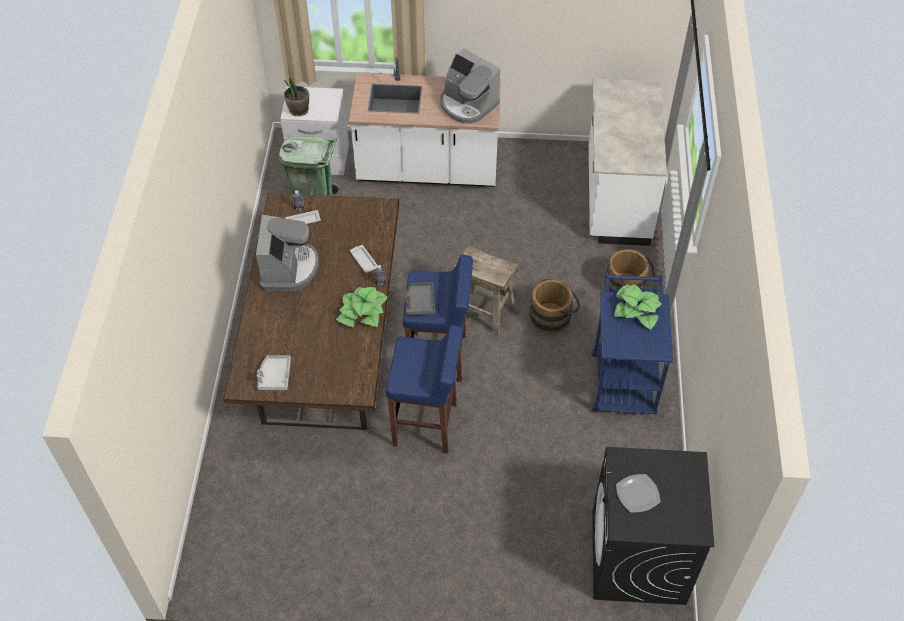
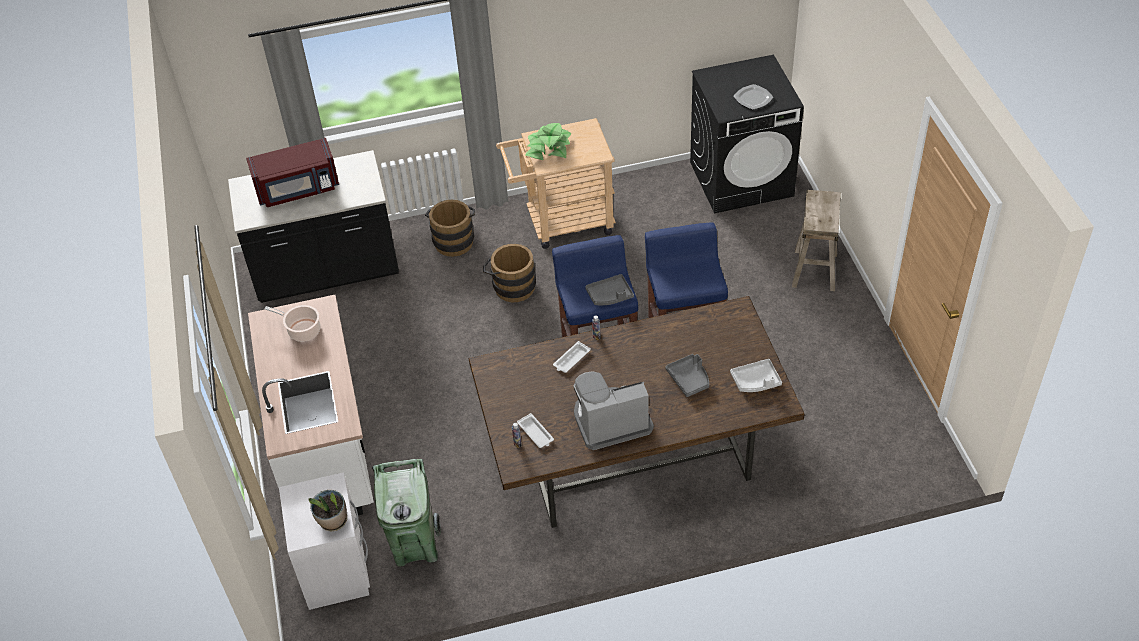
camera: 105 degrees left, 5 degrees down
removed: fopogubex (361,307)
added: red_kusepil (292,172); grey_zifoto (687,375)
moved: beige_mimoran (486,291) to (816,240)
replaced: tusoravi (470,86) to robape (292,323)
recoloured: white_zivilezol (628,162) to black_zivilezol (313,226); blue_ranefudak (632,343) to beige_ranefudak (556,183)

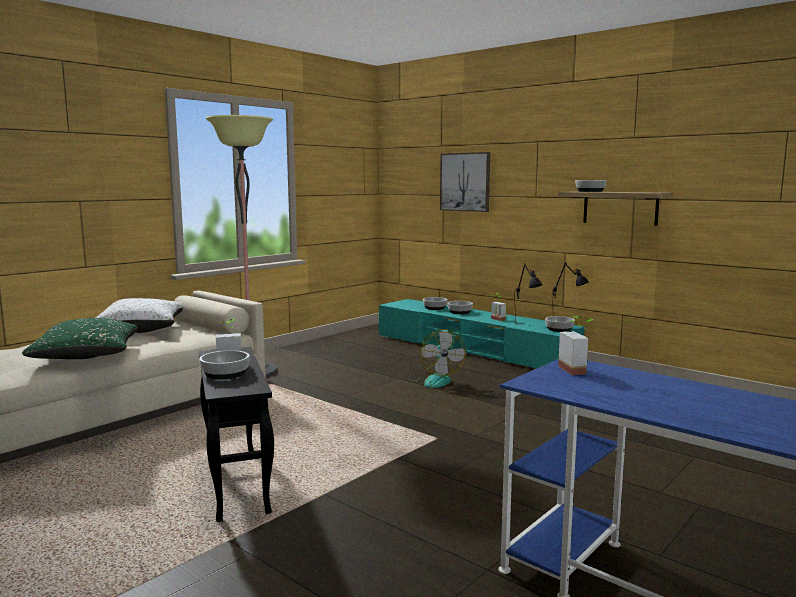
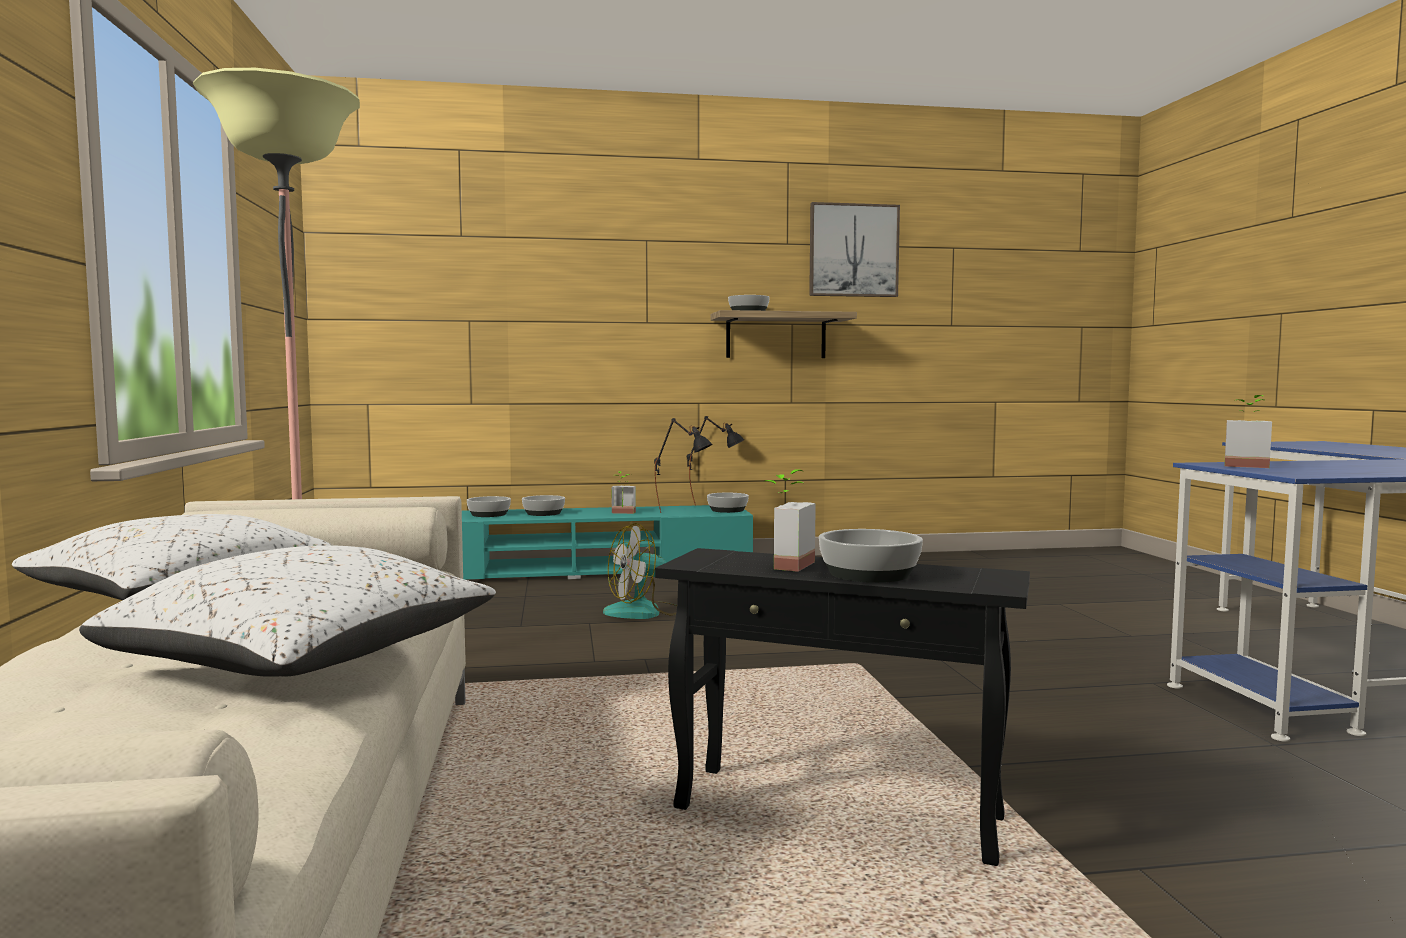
camera: 50 degrees left, 5 degrees down
moved: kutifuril (465,182) to (854,249)
recoloured: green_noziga (80,338) to white_noziga (287,611)
turned: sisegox (437,358) = (640,571) 120 degrees clockwise

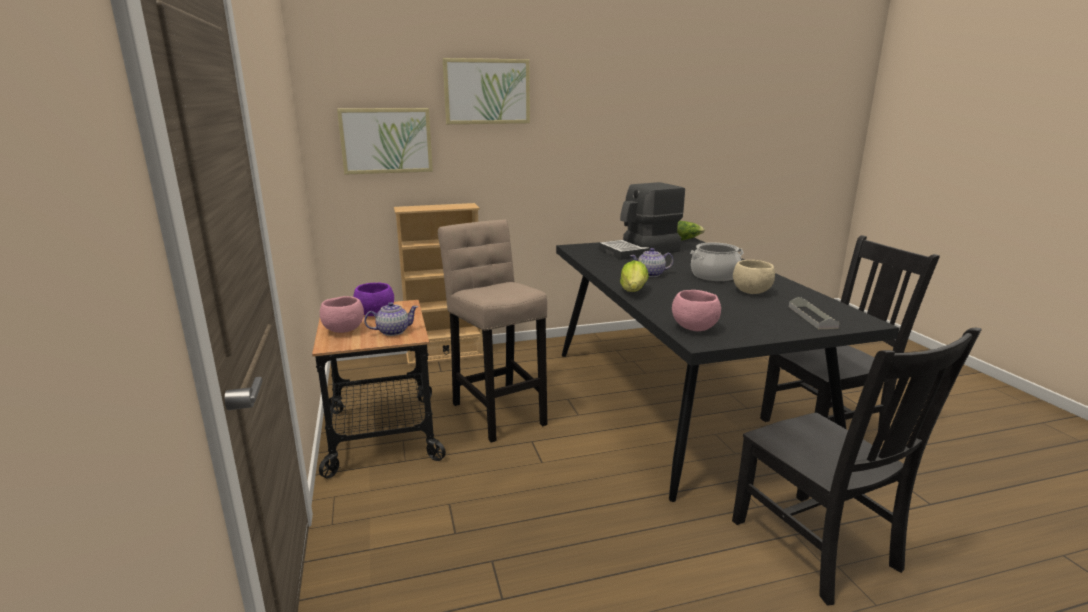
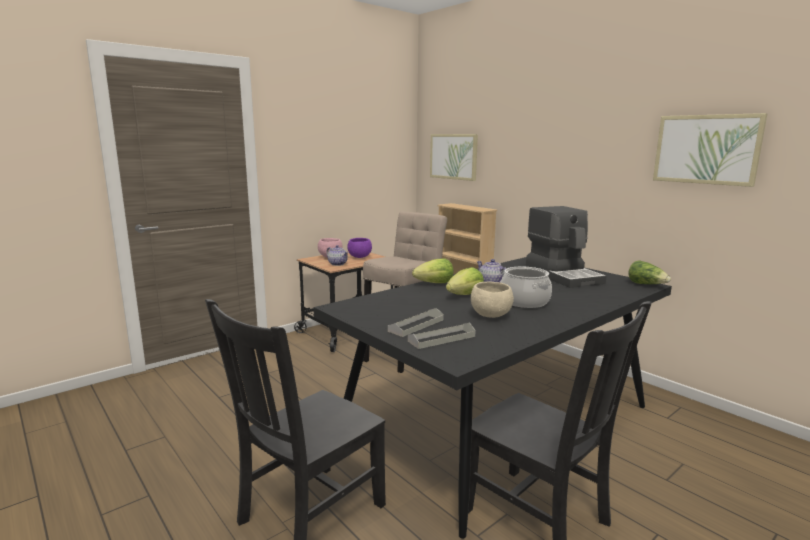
camera: 65 degrees right, 5 degrees down
removed: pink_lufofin (696,310)
added: grey_zifoto (416,322); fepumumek (465,281)
moved: kutifuril (486,91) to (710,150)
turned: tusoravi (642,221) = (566,247) 150 degrees counterclockwise

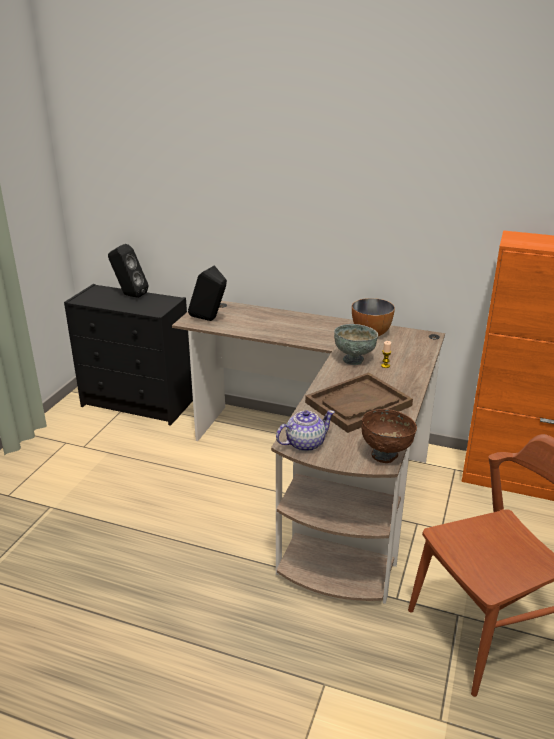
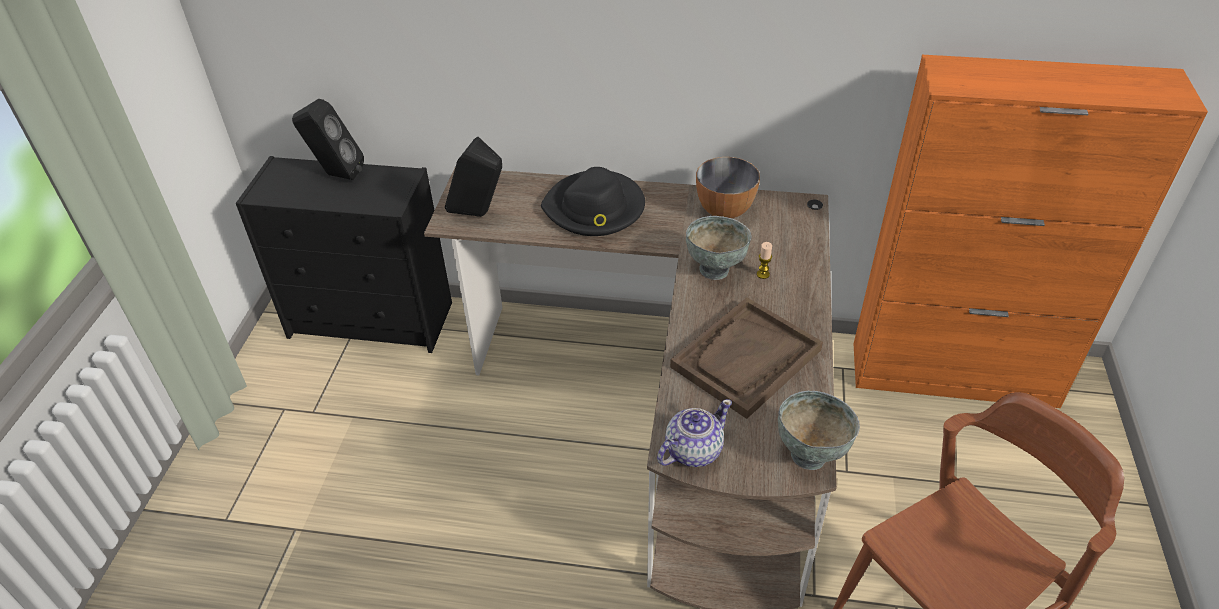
camera: 10 degrees left, 15 degrees up
added: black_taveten (593,201)
recoloured: brown_lufofin (389,436) to grey_lufofin (819,430)

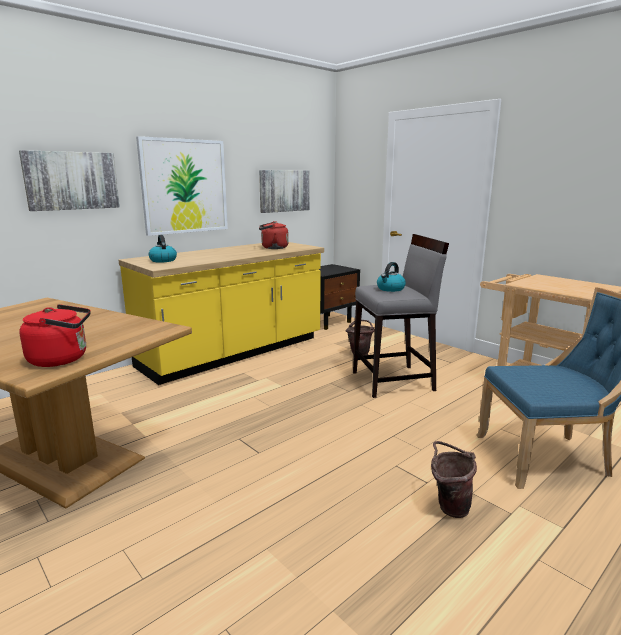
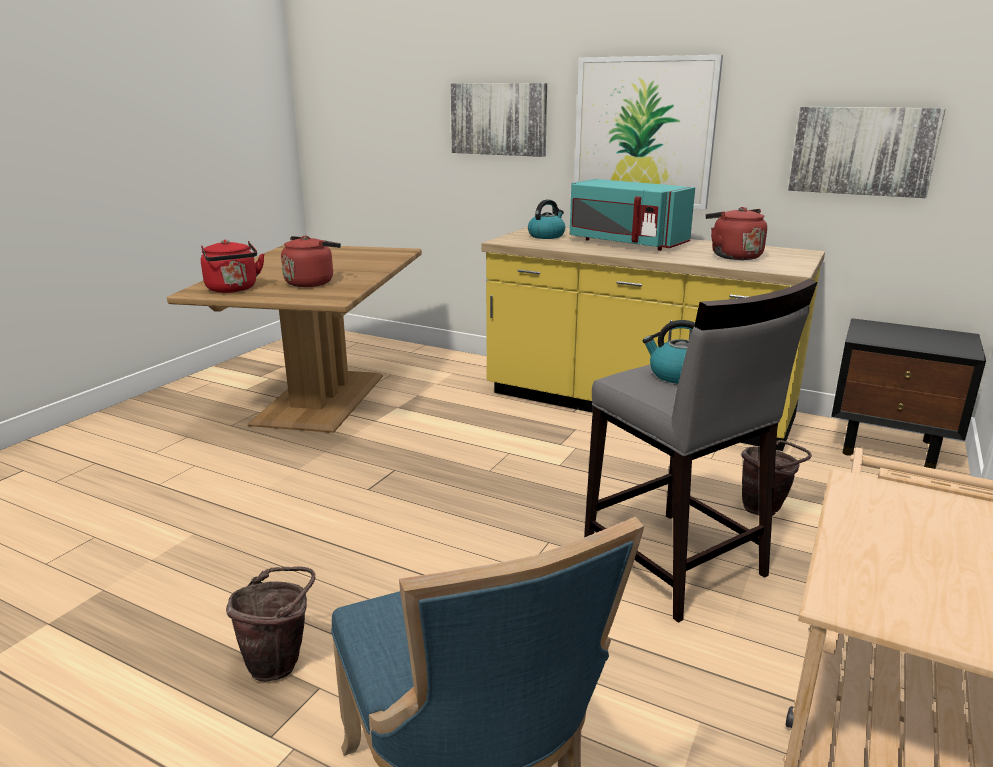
camera: 70 degrees right, 5 degrees up
added: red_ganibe (311,261); turquoise_kusepil (632,215)

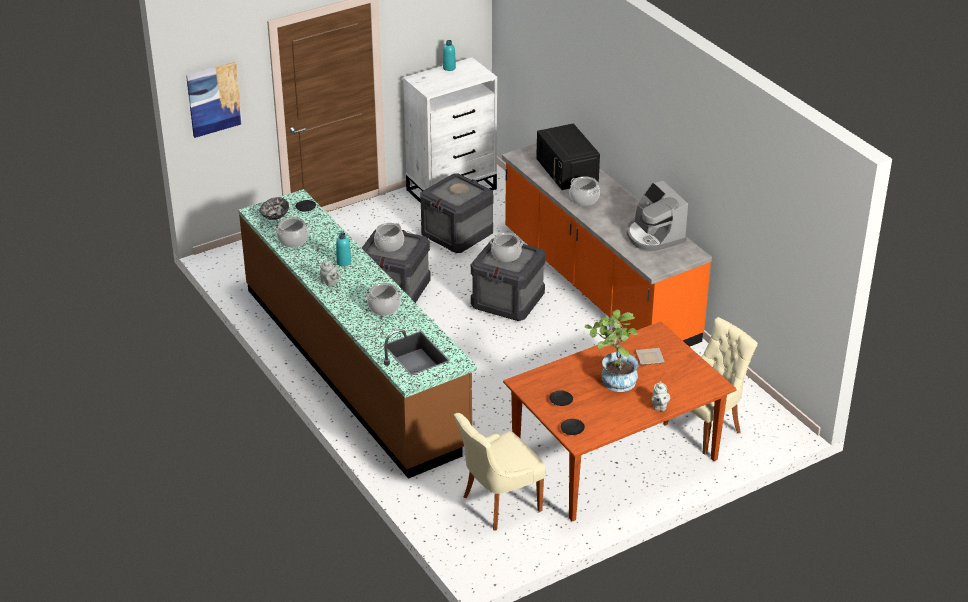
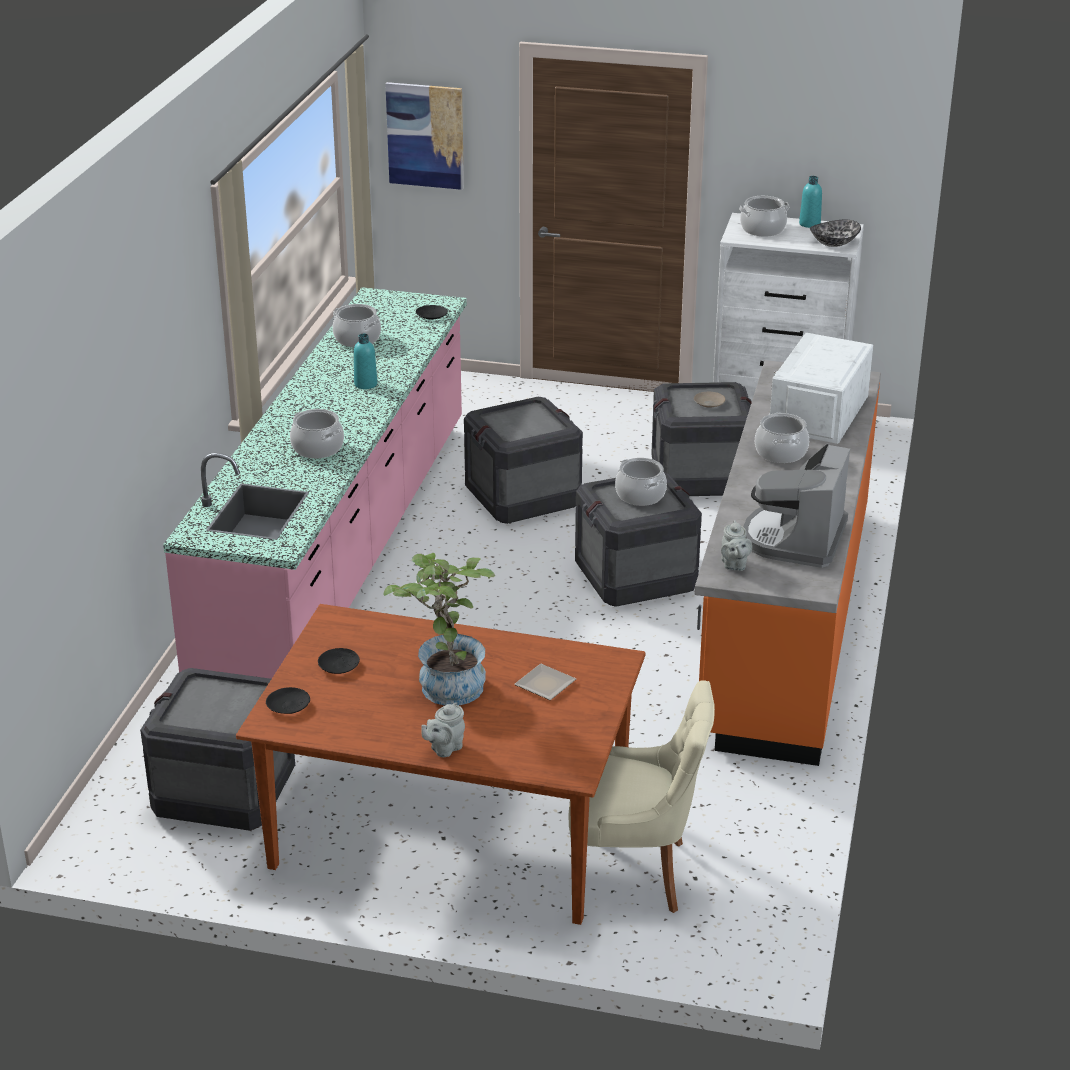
camera: 45 degrees right, 5 degrees down
moved: lufofin (274,208) to (835,233); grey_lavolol (330,273) to (736,545); robape (389,237) to (764,216)
replaced: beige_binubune (500,472) to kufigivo (217,749)
recoloured: brown_zivilezol (357,334) to pink_zivilezol (315,483); black_kusepil (568,157) to white_kusepil (821,388)

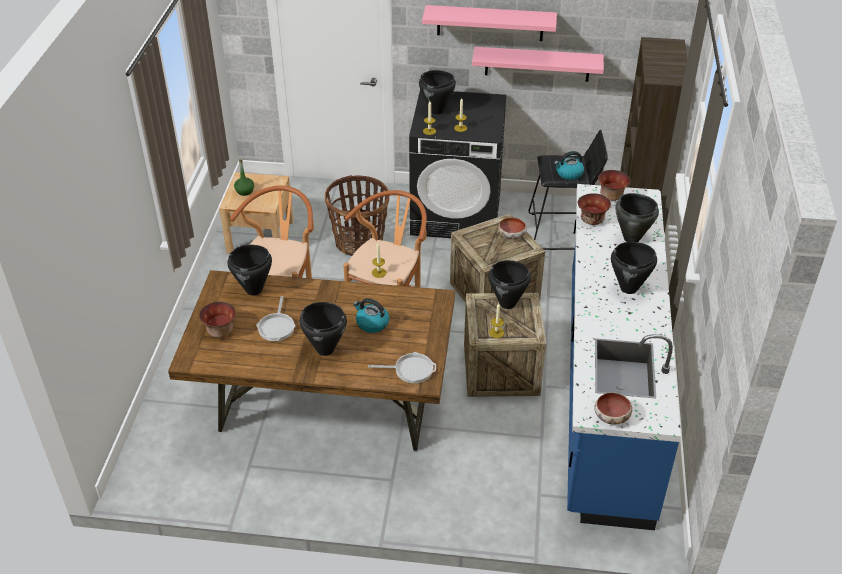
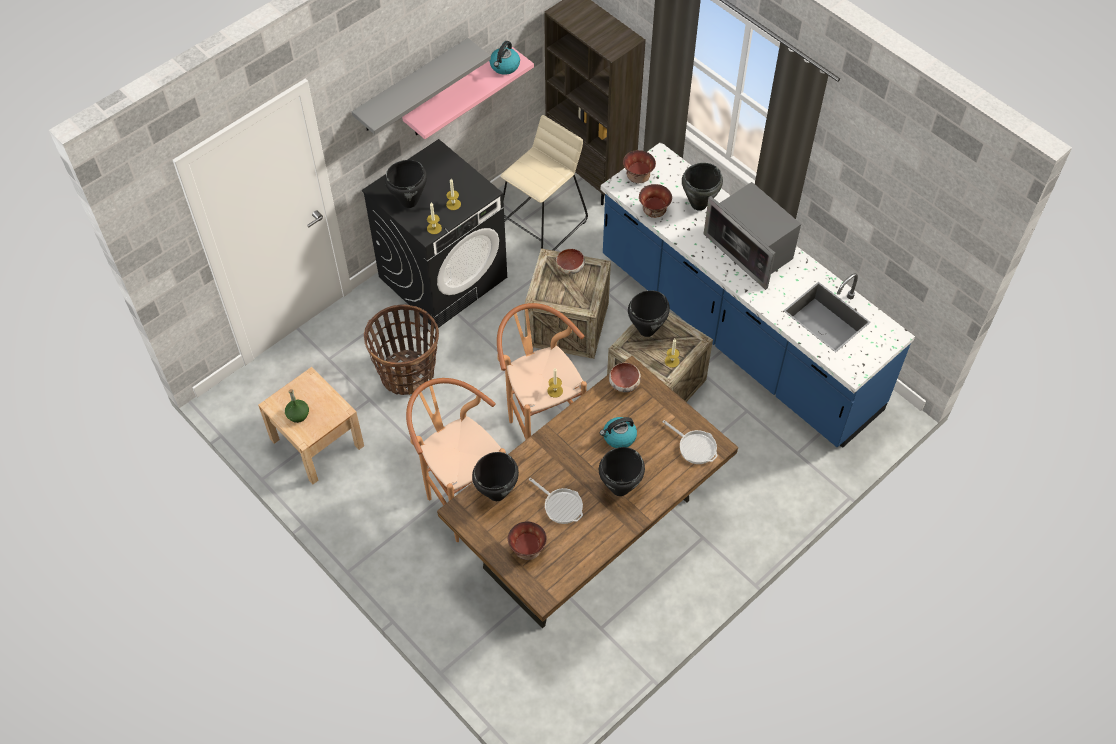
camera: 50 degrees left, 15 degrees up
moved: ganibe (569,165) to (504,58); lufofin (613,408) to (625,378)
replaced: black_robape (634,268) to kusepil (752,236)
recoloured: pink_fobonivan (489,23) to grey_fobonivan (421,86); black_mimoran (568,190) to beige_mimoran (544,183)
turned: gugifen (402,367) = (690,442) 90 degrees clockwise

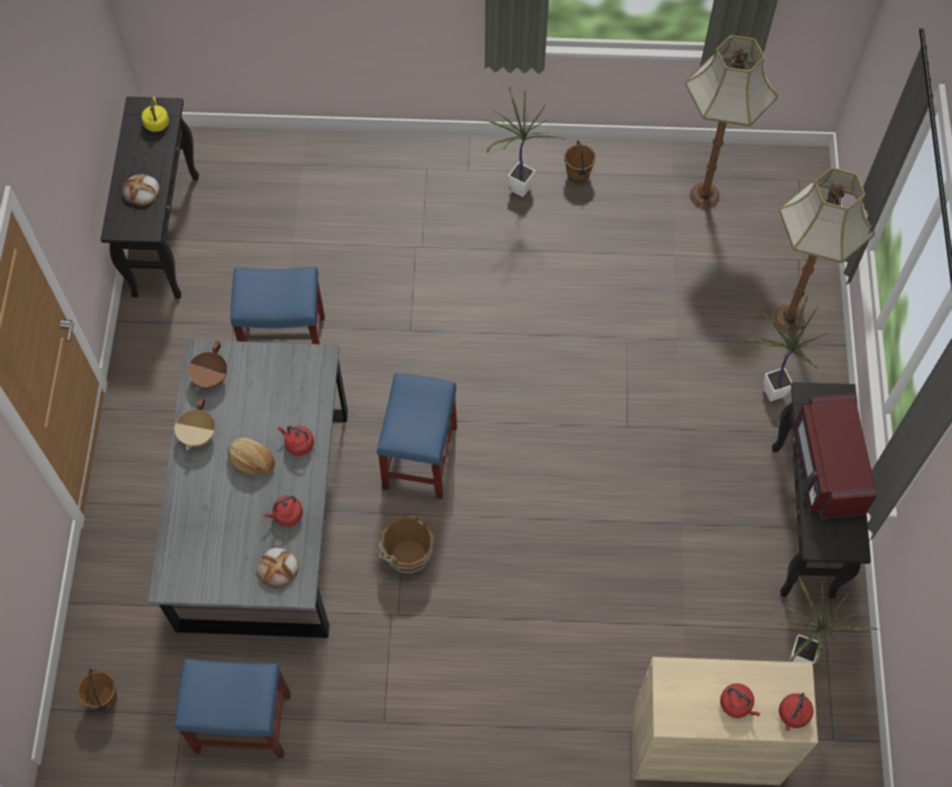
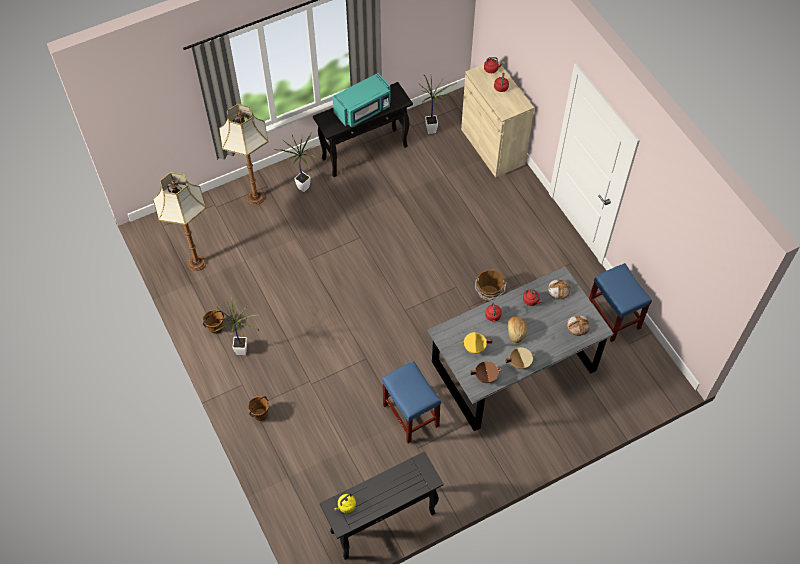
camera: 120 degrees left, 5 degrees down
removed: blue_mimoran (417,436)
added: yellow_robape (476,343)
moved: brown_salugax (97,690) to (258,408); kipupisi (140,190) to (578,325)
recoloured: red_kusepil (835,456) to turquoise_kusepil (361,100)

